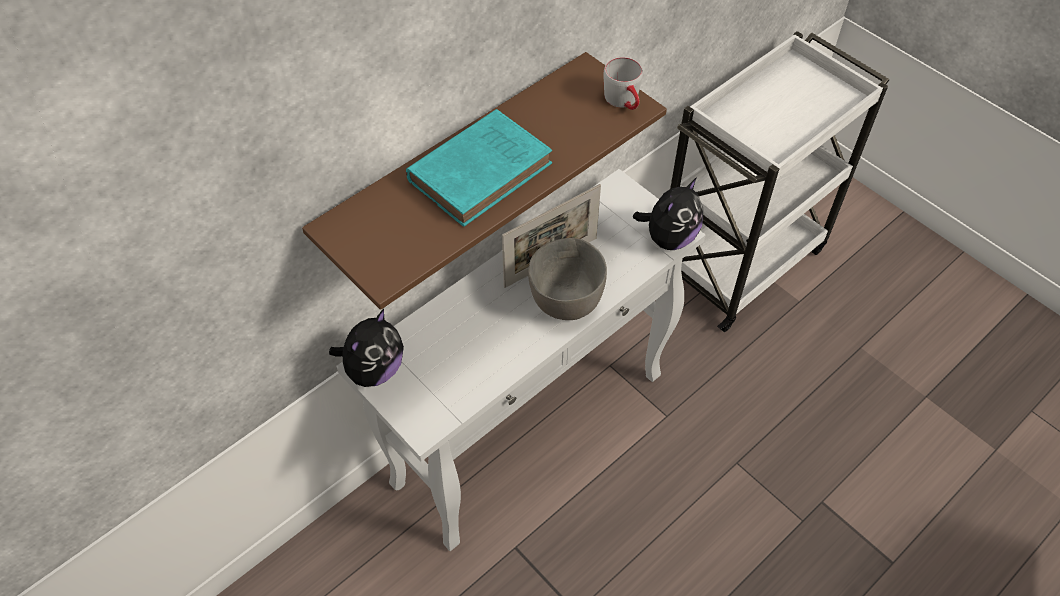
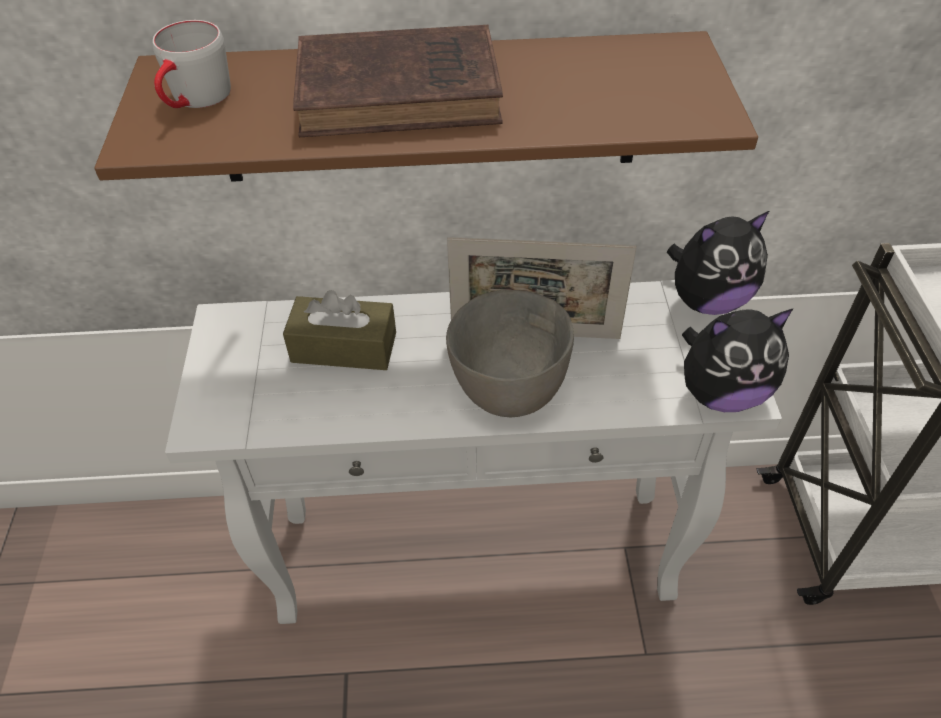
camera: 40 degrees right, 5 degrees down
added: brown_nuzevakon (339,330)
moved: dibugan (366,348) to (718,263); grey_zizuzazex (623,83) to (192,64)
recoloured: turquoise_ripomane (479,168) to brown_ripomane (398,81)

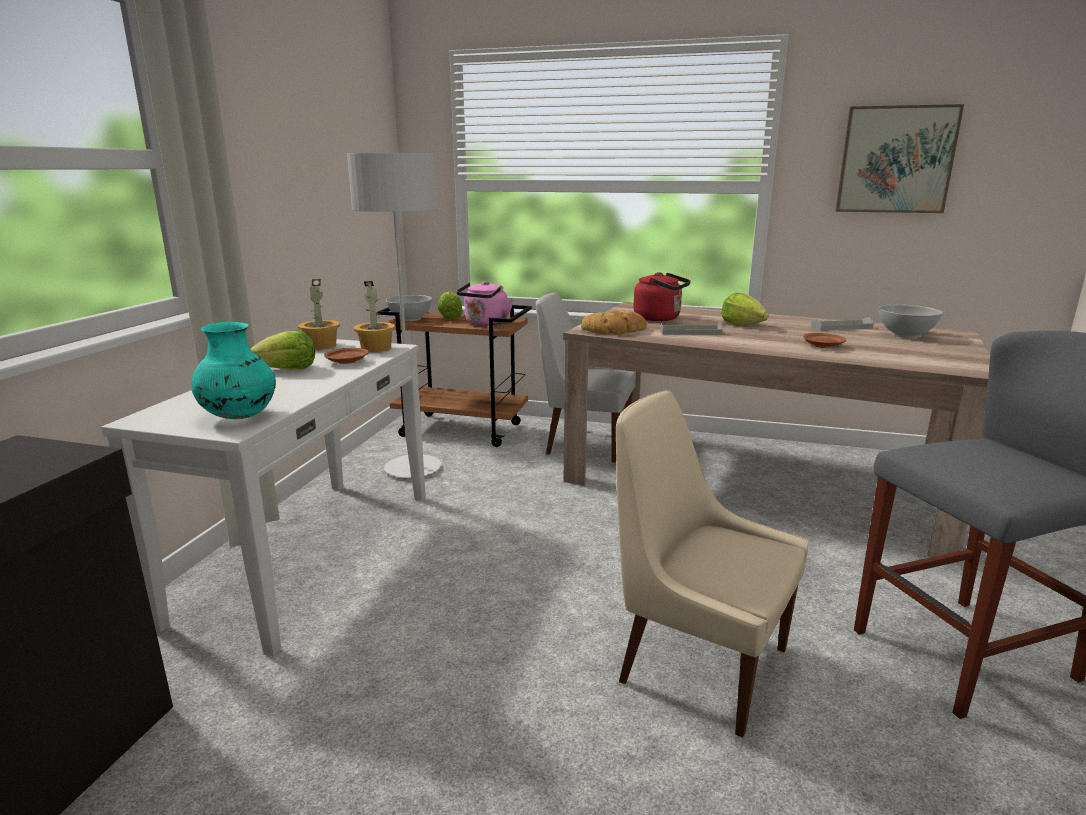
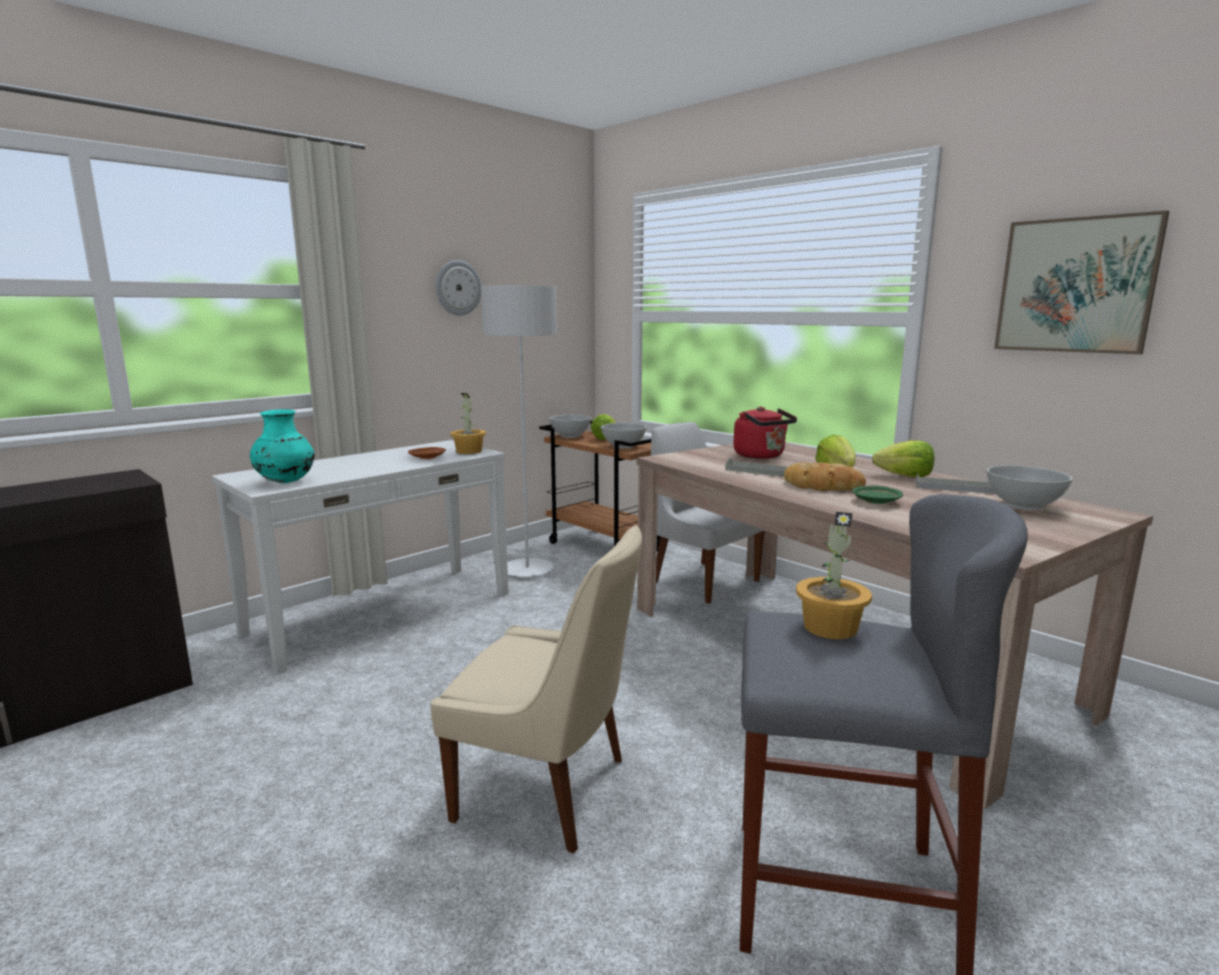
camera: 30 degrees right, 5 degrees down
added: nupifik (458,288)
moved: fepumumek (283,350) to (903,458); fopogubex (319,314) to (834,575); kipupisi (614,322) to (825,476)
replaced: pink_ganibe (484,303) to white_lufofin (623,435)
recoloured: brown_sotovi (824,340) to green_sotovi (877,495)
turned: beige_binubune (712,564) = (536,689) 135 degrees clockwise

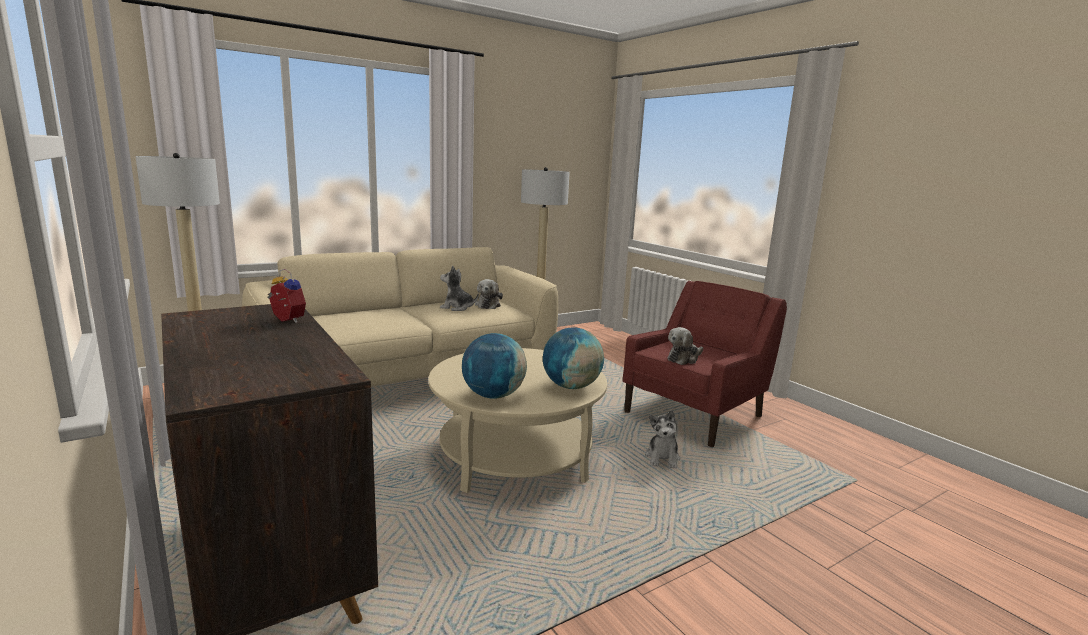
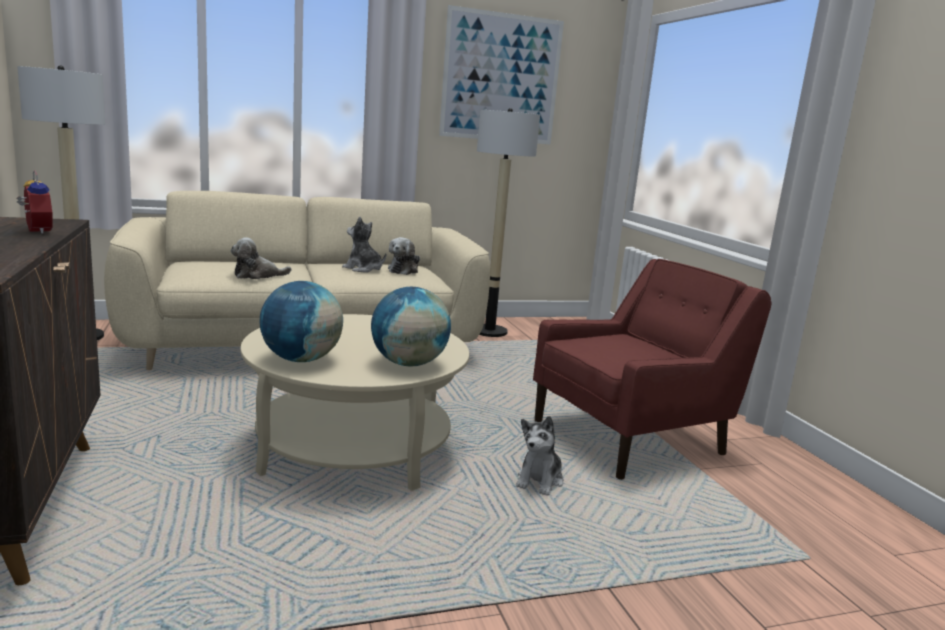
camera: 15 degrees right, 0 degrees up
added: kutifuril (501,74)
moved: dibugan (685,346) to (261,258)

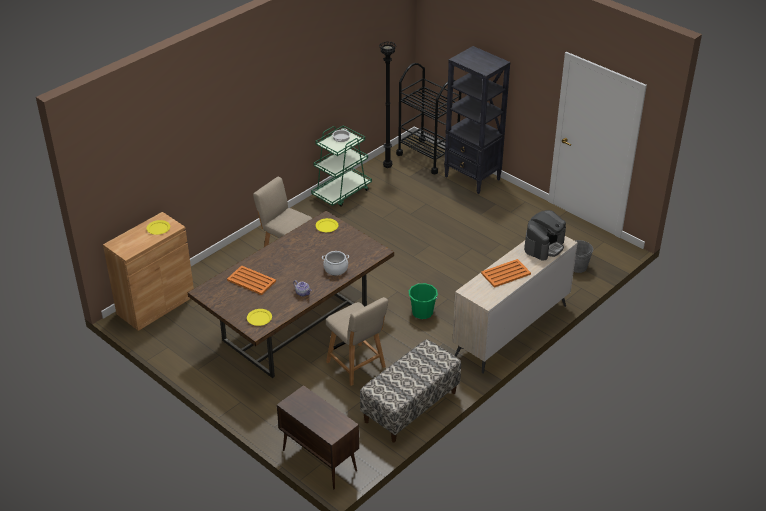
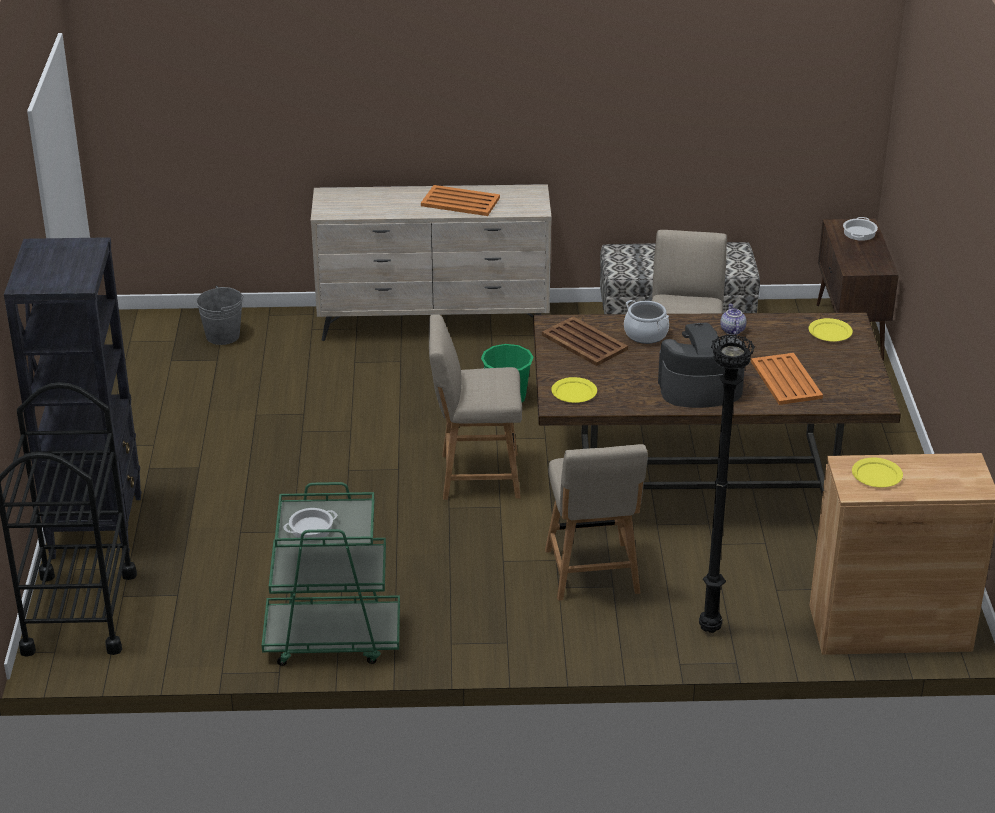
camera: 135 degrees left, 5 degrees down
added: beige_binubune (475,407); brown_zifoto (585,341); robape (860,229)
moved: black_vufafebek (387,104) to (727,483); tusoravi (545,235) to (701,365)

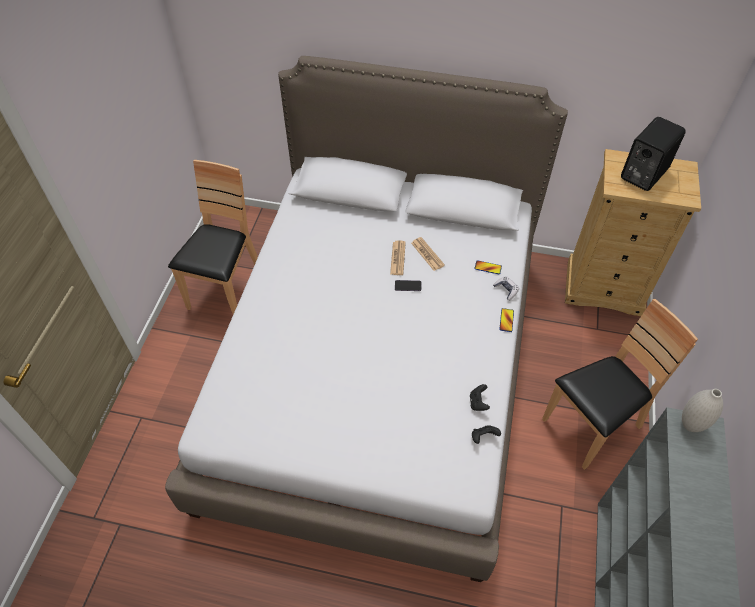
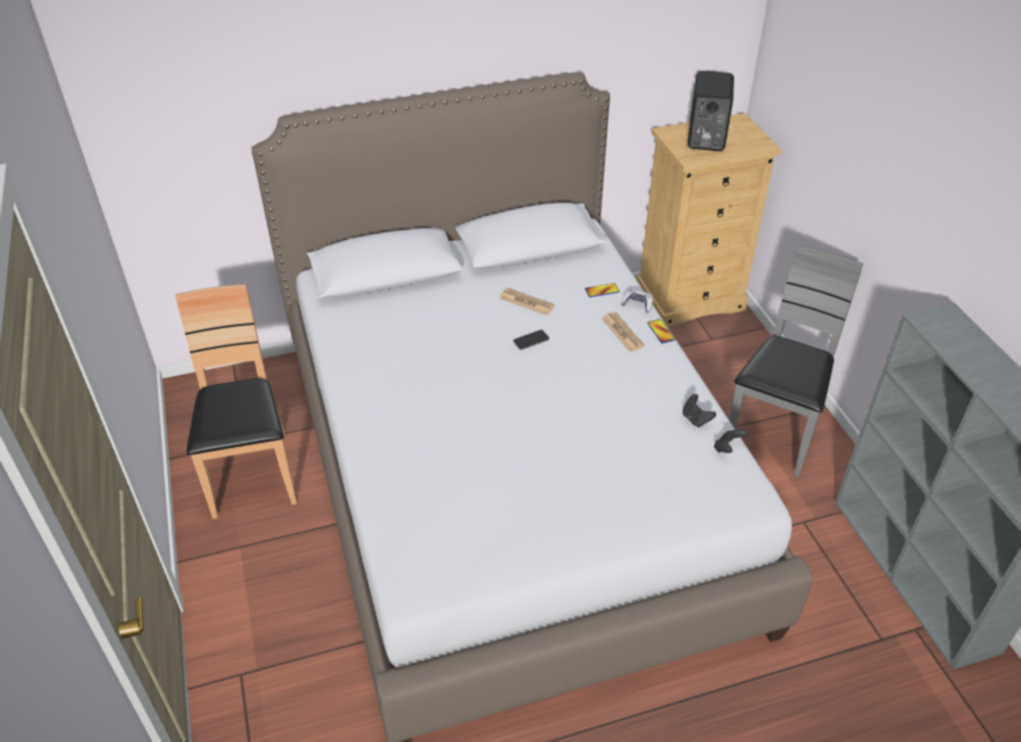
camera: 30 degrees left, 10 degrees down
removed: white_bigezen (702,410)
moved: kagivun (398,257) to (623,332)
recoloured: brown_binubune (620,384) to grey_binubune (796,361)

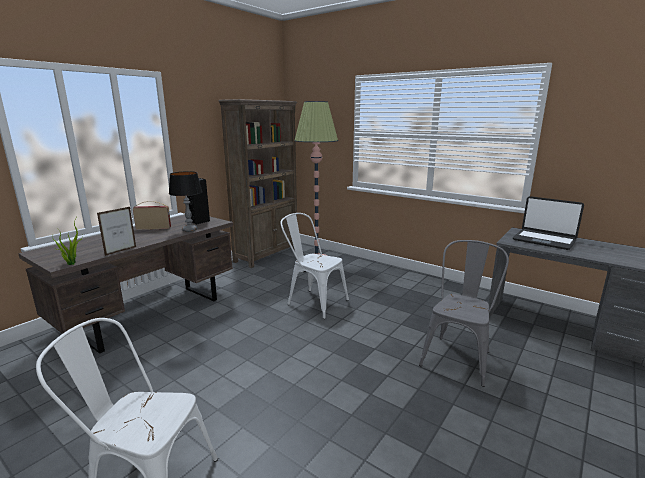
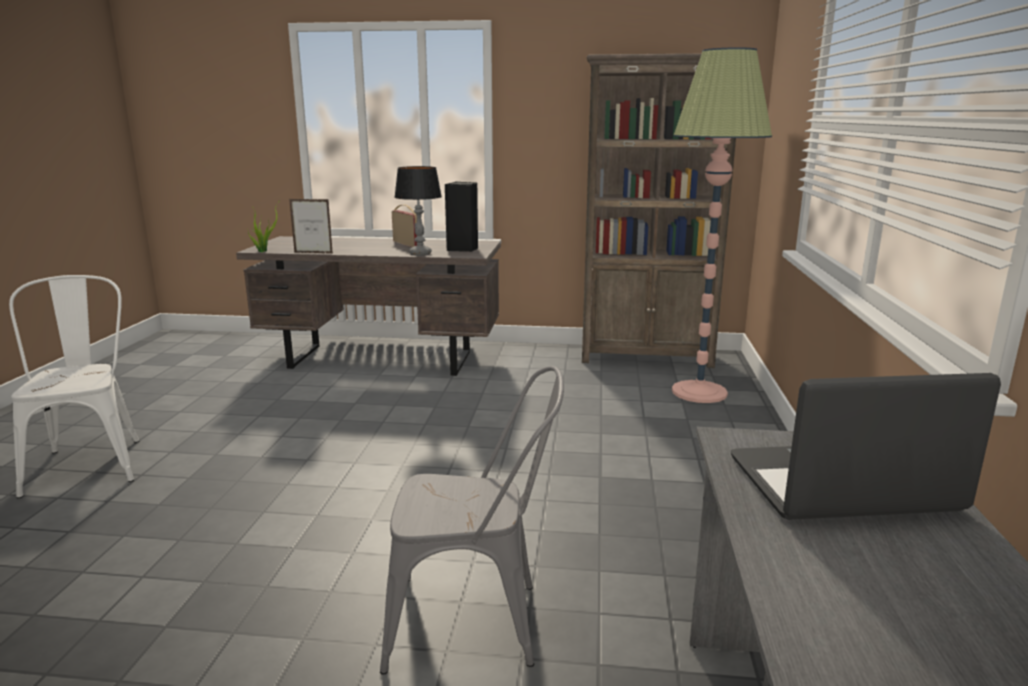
camera: 60 degrees right, 0 degrees up
removed: white_binubune (315,266)
turned: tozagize (548,223) = (866,446) 75 degrees clockwise

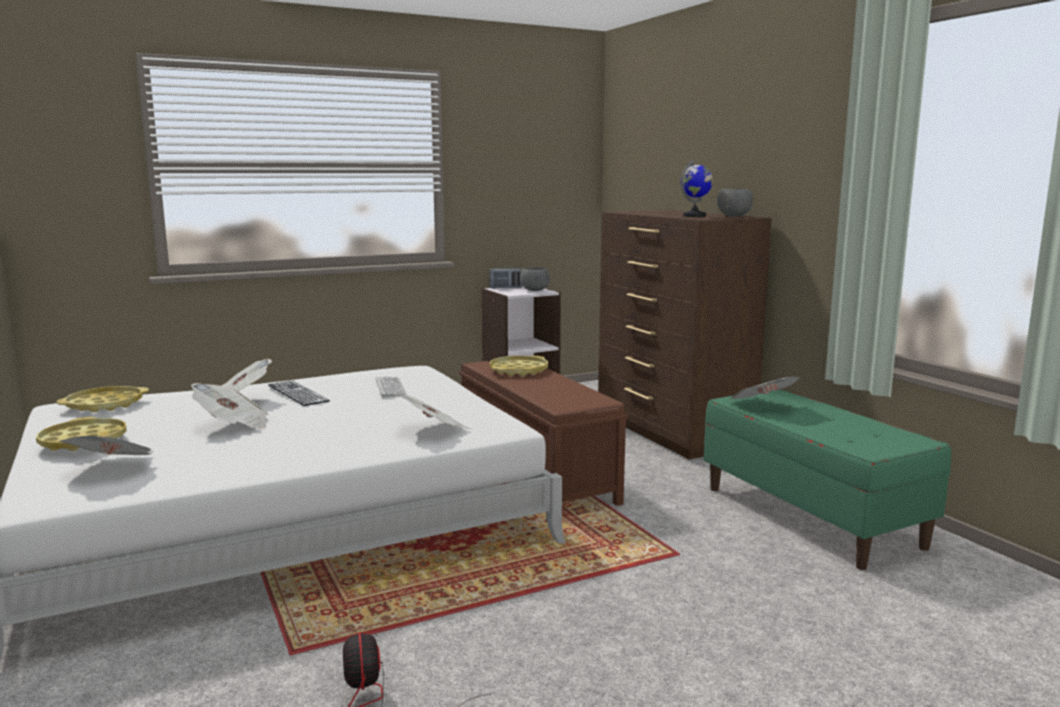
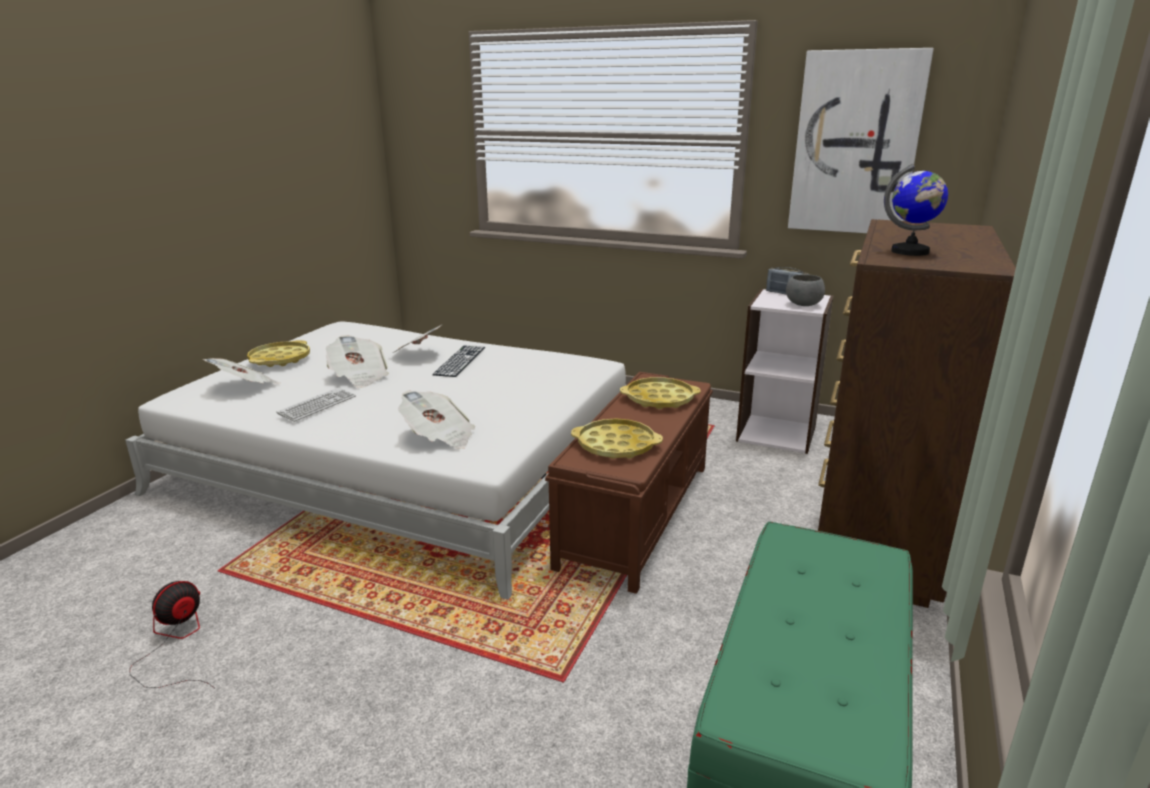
camera: 50 degrees right, 10 degrees up
removed: grey_lufofin (735,202); kagivun (764,387)
added: kutifuril (861,140)
moved: yellow_zifoto (103,399) to (617,439); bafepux (391,387) to (316,404)

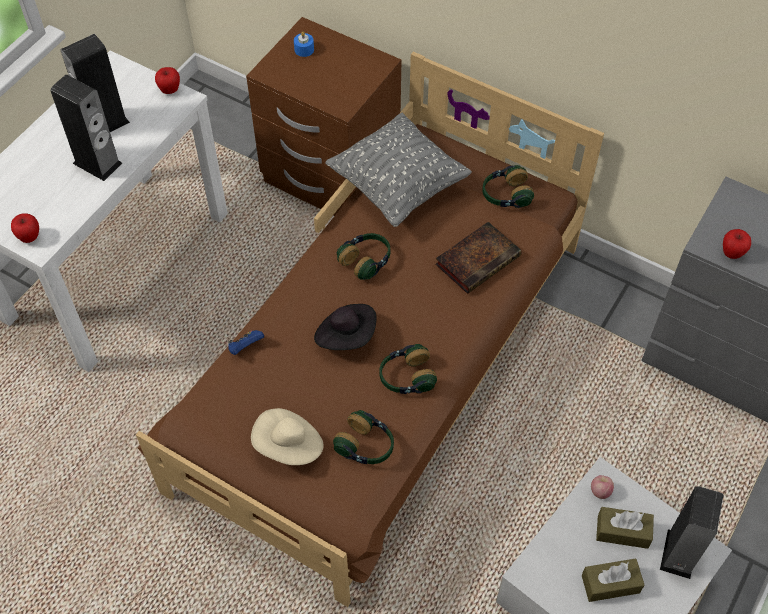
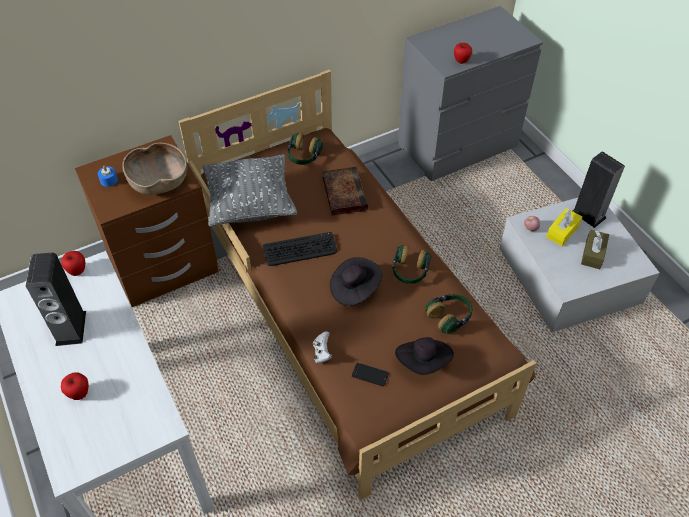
camera: 60 degrees left, 5 degrees down
removed: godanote (86,128)
added: brown_lufofin (154,169); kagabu (370,374)
moved: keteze (25,228) to (75,386)
replaced: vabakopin (364,256) to bafepux (300,249)
recoloured: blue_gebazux (246,342) to white_gebazux (322,347); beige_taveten (287,436) to black_taveten (424,356); brown_nuzevakon (625,528) to yellow_nuzevakon (564,227)

